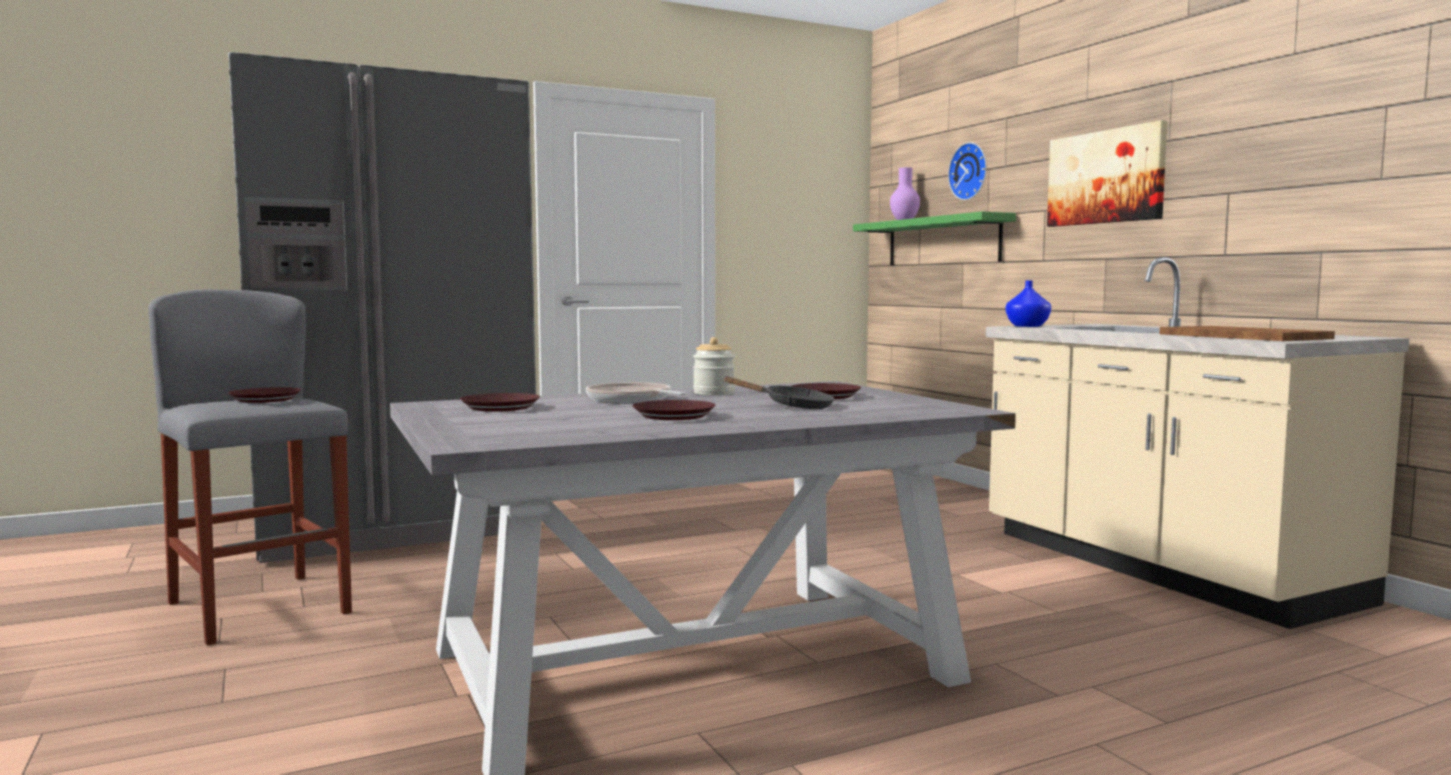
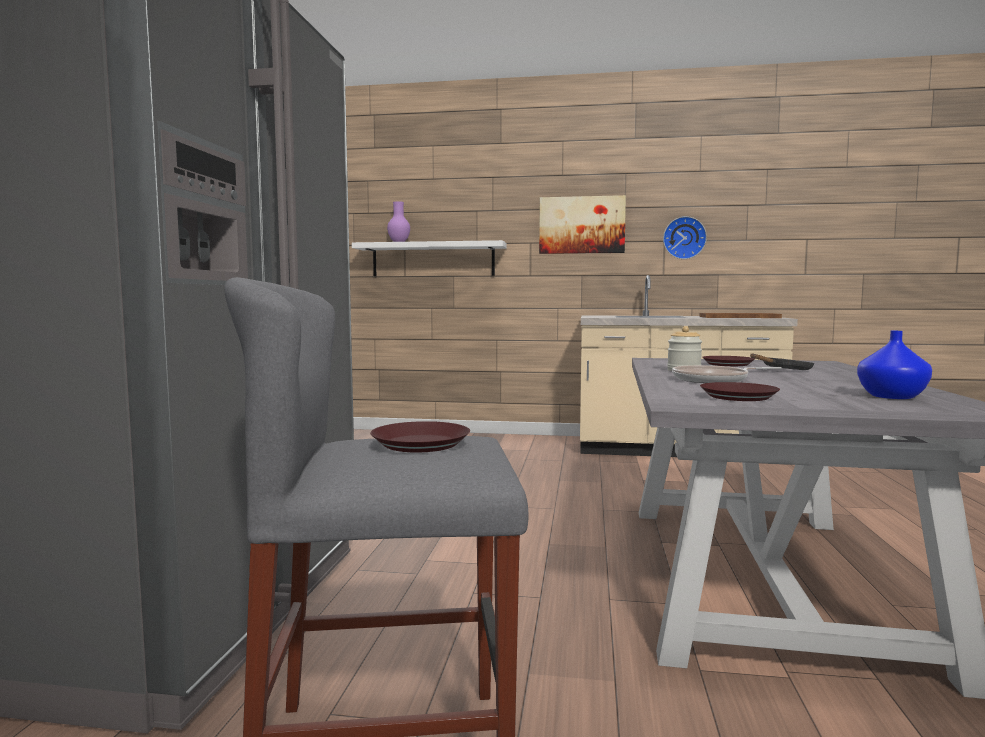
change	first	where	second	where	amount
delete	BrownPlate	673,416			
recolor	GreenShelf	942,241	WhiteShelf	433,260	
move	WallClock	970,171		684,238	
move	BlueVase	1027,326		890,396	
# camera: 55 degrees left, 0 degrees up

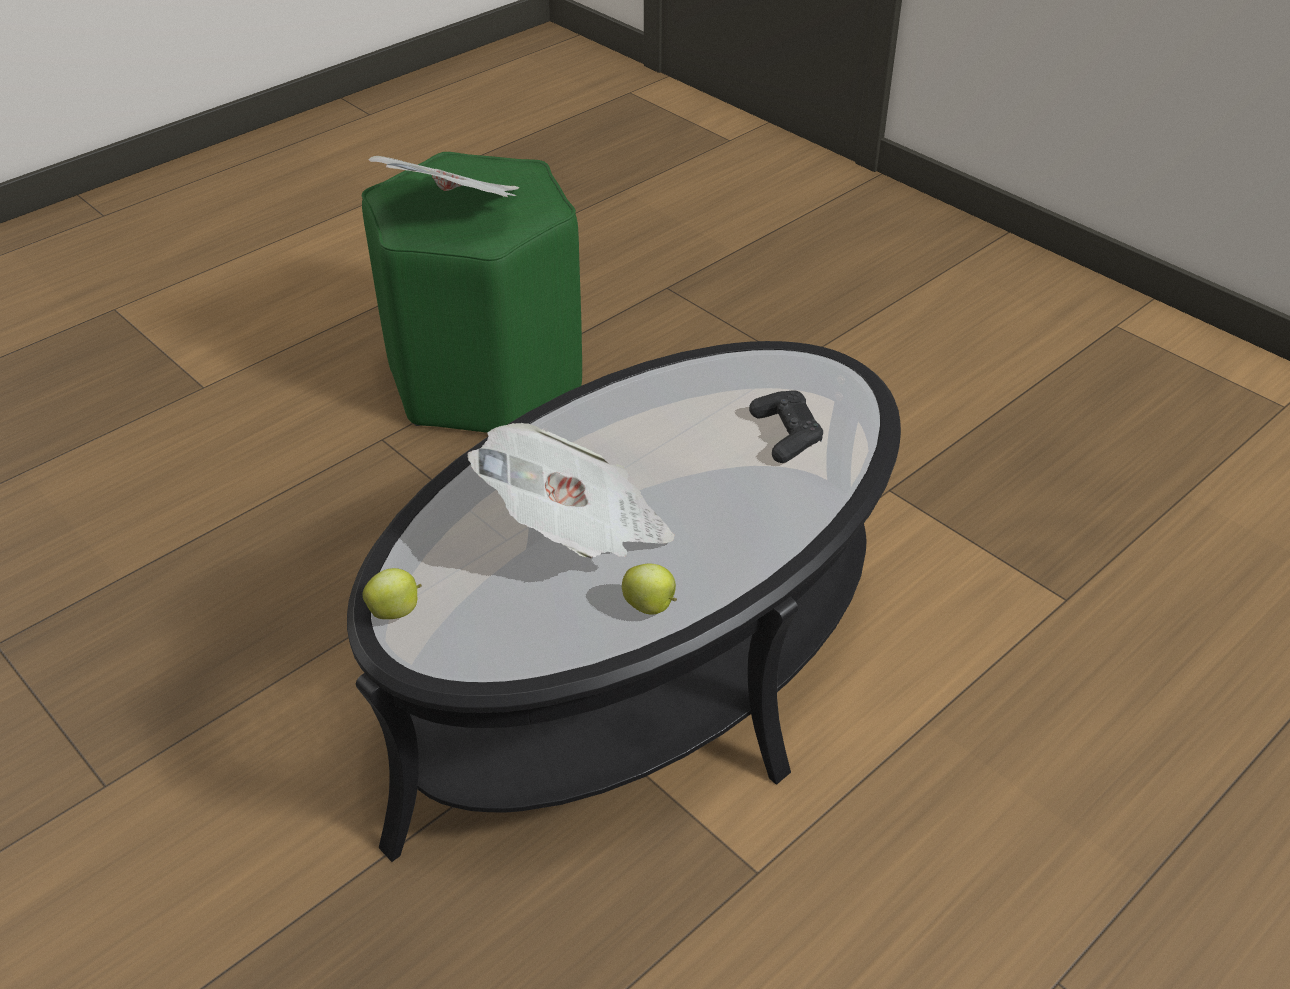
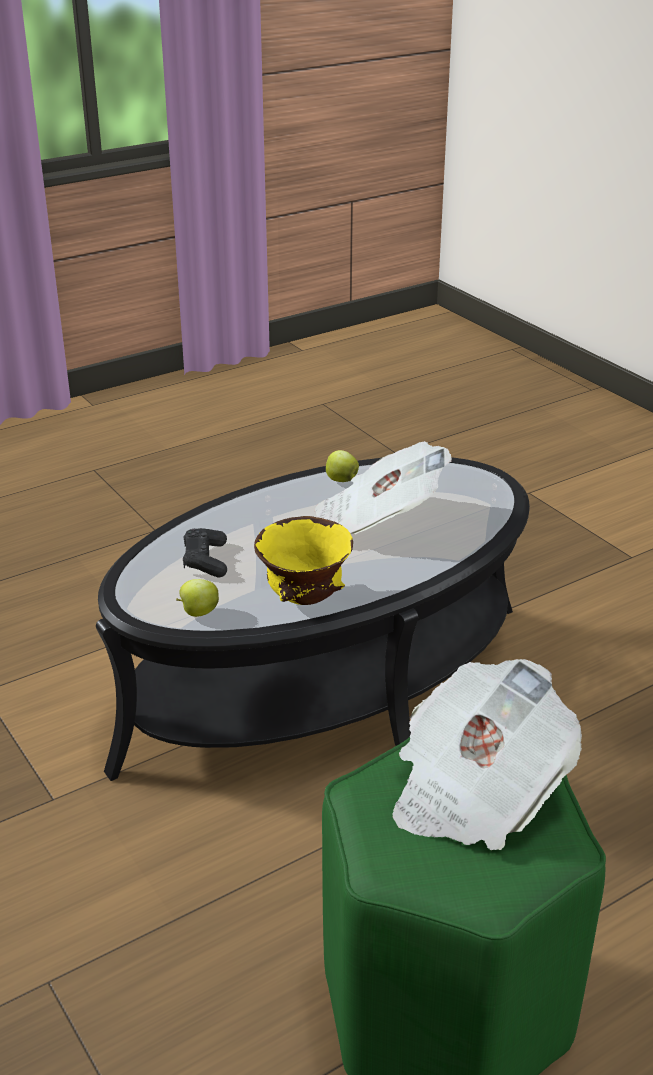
change	first	where	second	where	amount
move	Apple	396,611		198,612	
insert			YellowBowl	304,599	
# camera: 170 degrees left, 10 degrees down

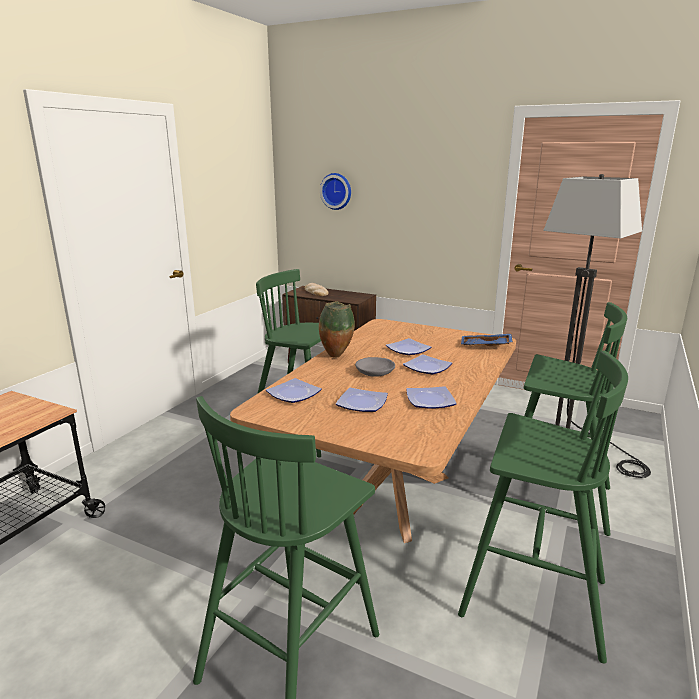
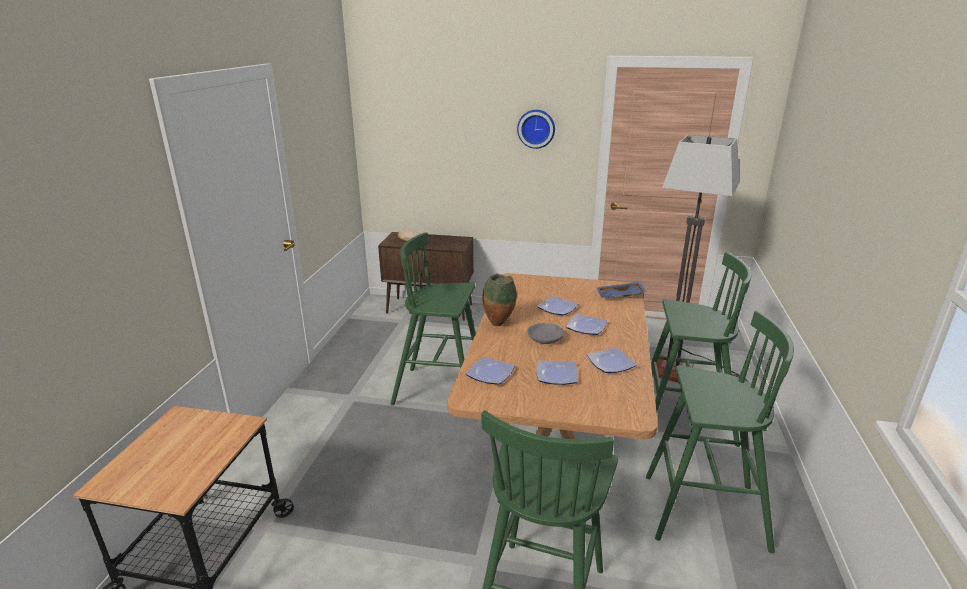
change	first	where	second	where	amount
move	WallClock	336,191		536,128	
# camera: 15 degrees left, 5 degrees up

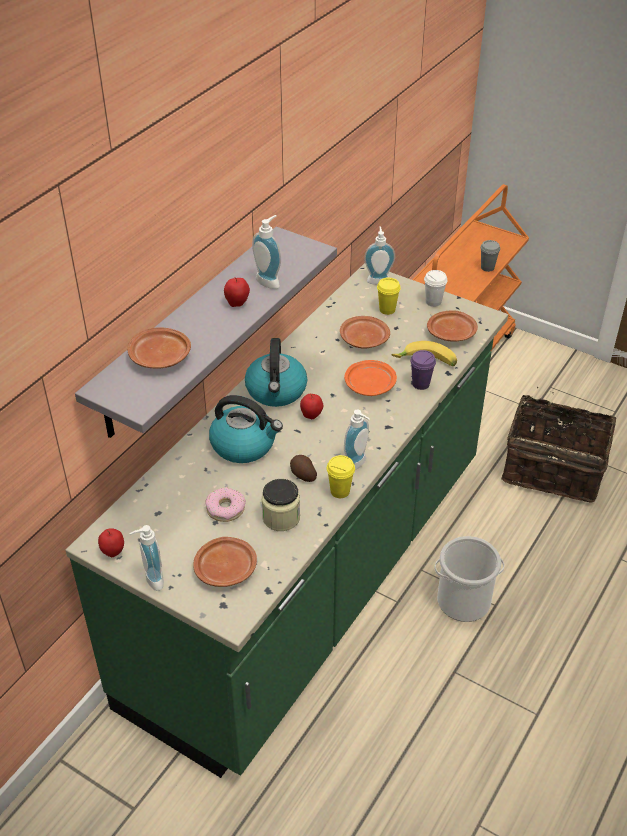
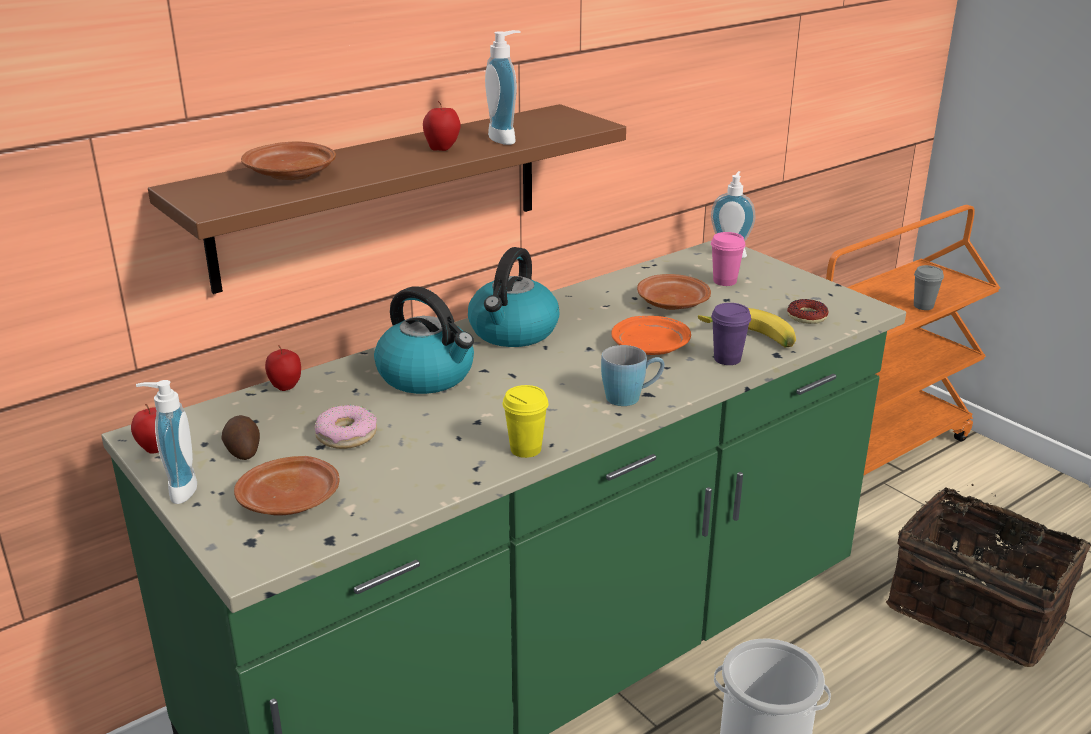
change	first	where	second	where	amount
recolor	GreyShelf	188,332	BrownShelf	381,195	
delete	Jar	281,517			
move	Potato	302,475		243,450	
move	Apple	311,416		286,388	
delete	SoapDispenser	358,464			
recolor	YellowCup	387,310	PinkCup	724,281	
delete	WhiteCup	433,302			
replace	BrownPlate	452,333	Donut	807,317	
insert			BlueMug	631,397	
# camera: 20 degrees right, 15 degrees down

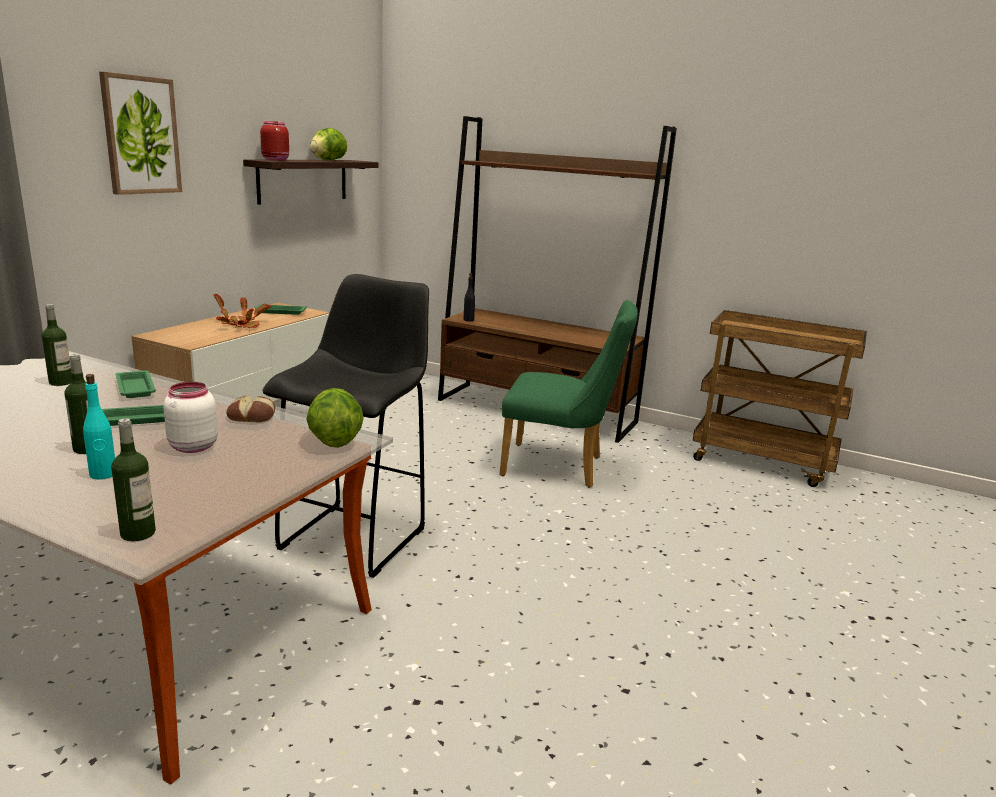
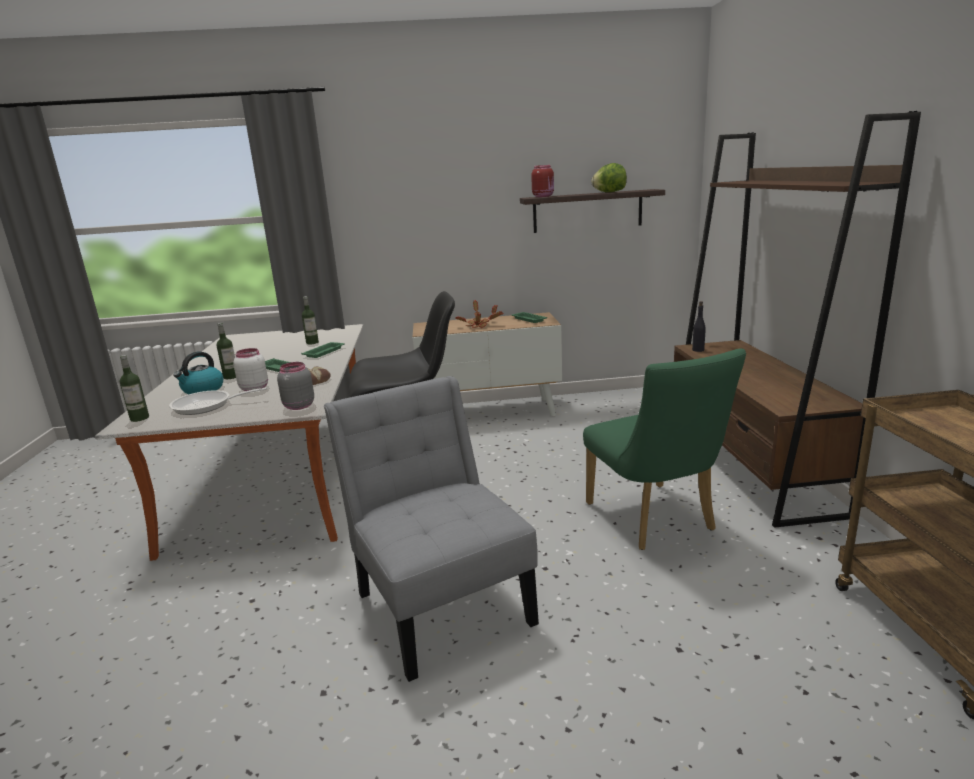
change	first	where	second	where	amount
replace	TurquoiseBottle	103,474	Kettle	202,390	
delete	Picture	141,135			
replace	Lettuce	334,441	GreyJar	298,406	
insert			FryingPan	207,406	
insert			GreyChair	441,602	
# camera: 60 degrees right, 0 degrees up

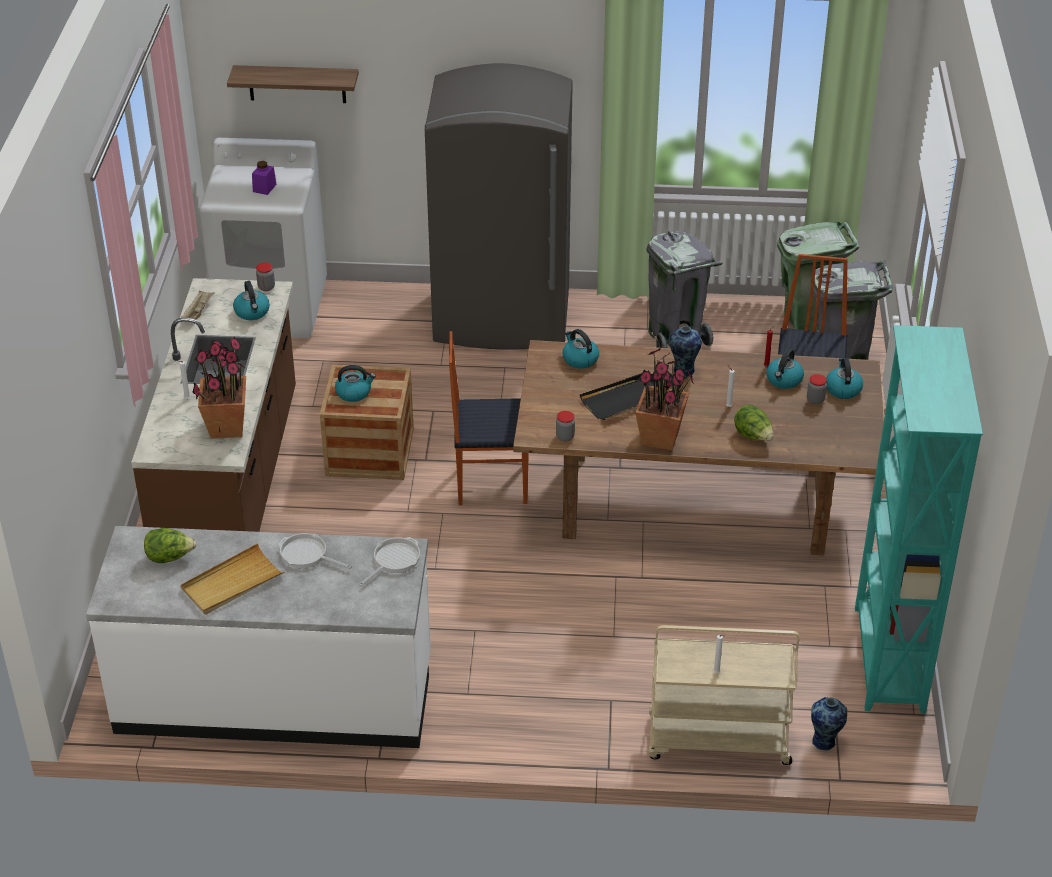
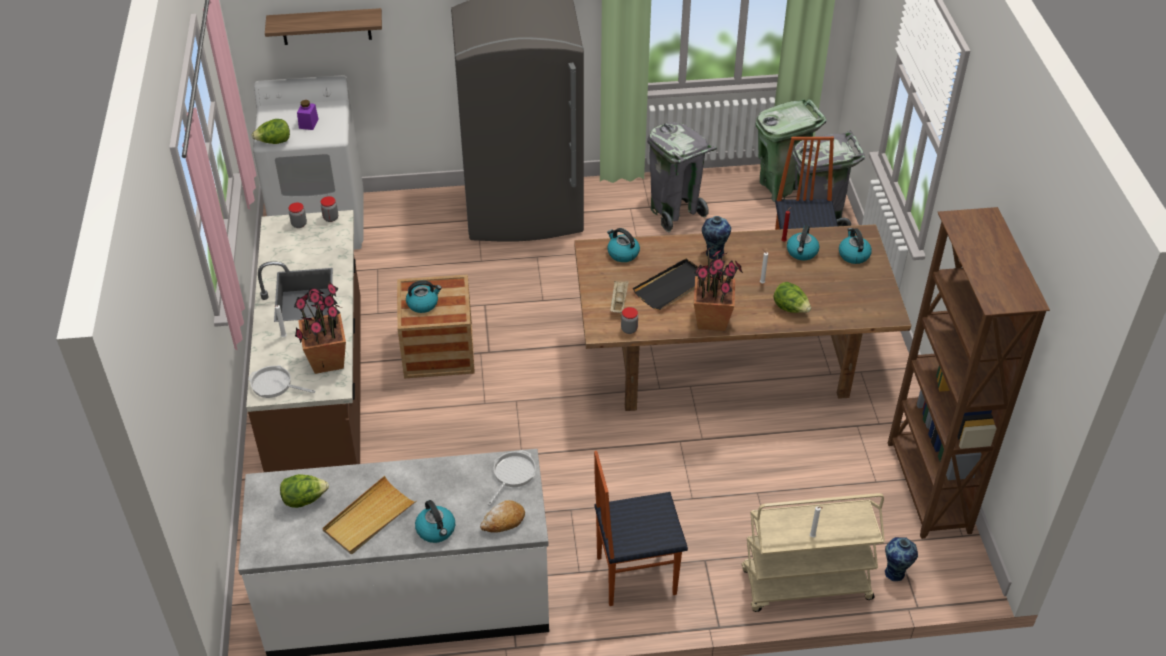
change	first	where	second	where	amount
move	BeigeTray	198,312		618,302	
move	Kettle	252,312		436,530	
move	FryingPan	307,555		274,385	
move	Chair	491,483		635,574	
move	Jar	815,400		299,224	
recolor	TurquoiseBookcase	887,660	BrownBookcase	927,488	
insert			Lettuce	274,142	
insert			Bread	503,521	
# camera: 10 degrees left, 5 degrees up

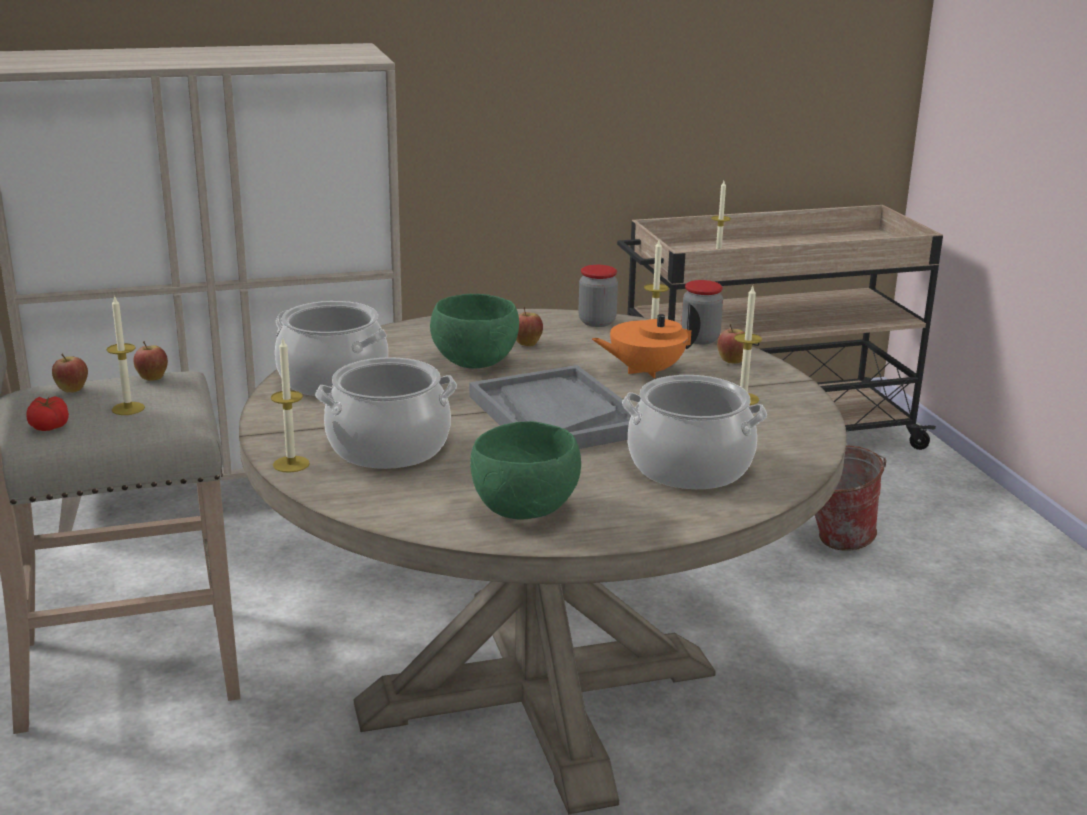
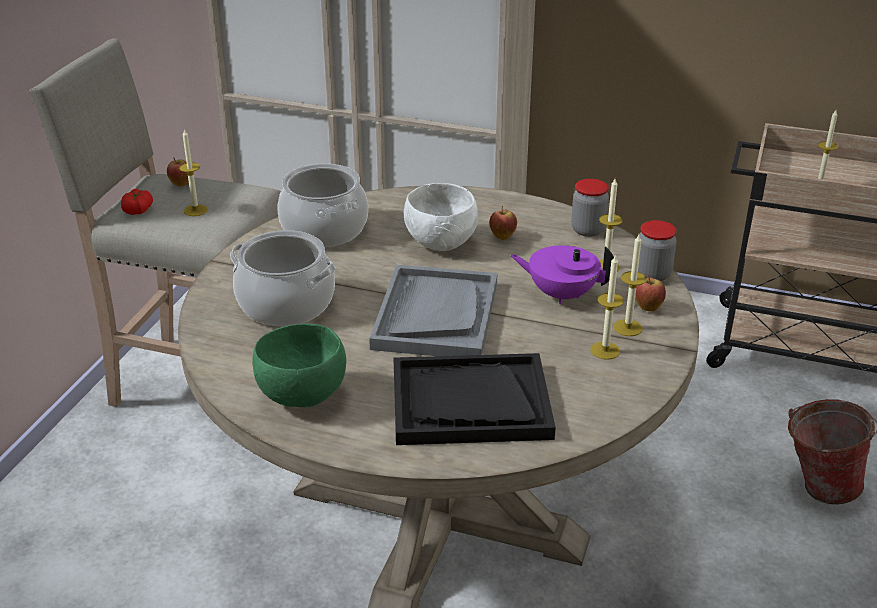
change	first	where	second	where	amount
delete	Apple	152,379			
move	Candle	291,464		627,328	
recolor	GreenBowl	474,362	WhiteBowl	440,243	
recolor	OrangeTeapot	645,371	PurpleTeapot	561,294	
replace	CookingPot	689,467	BlackTray	470,403	
# camera: 35 degrees right, 10 degrees up

